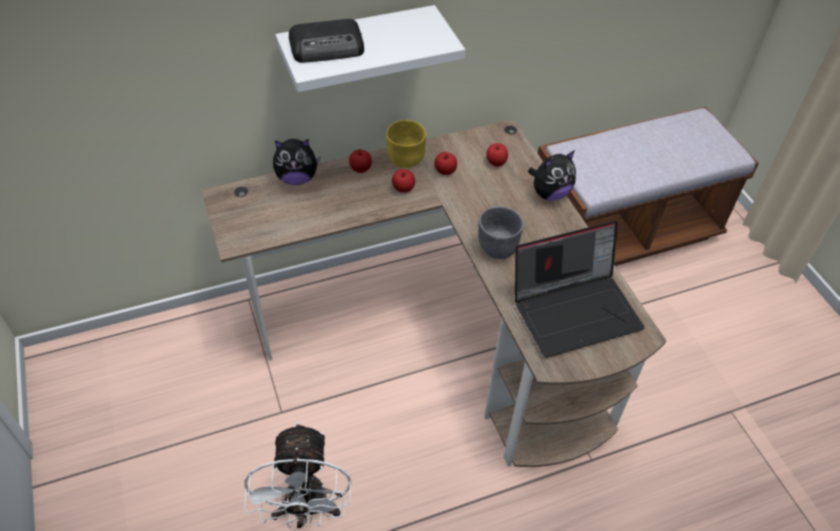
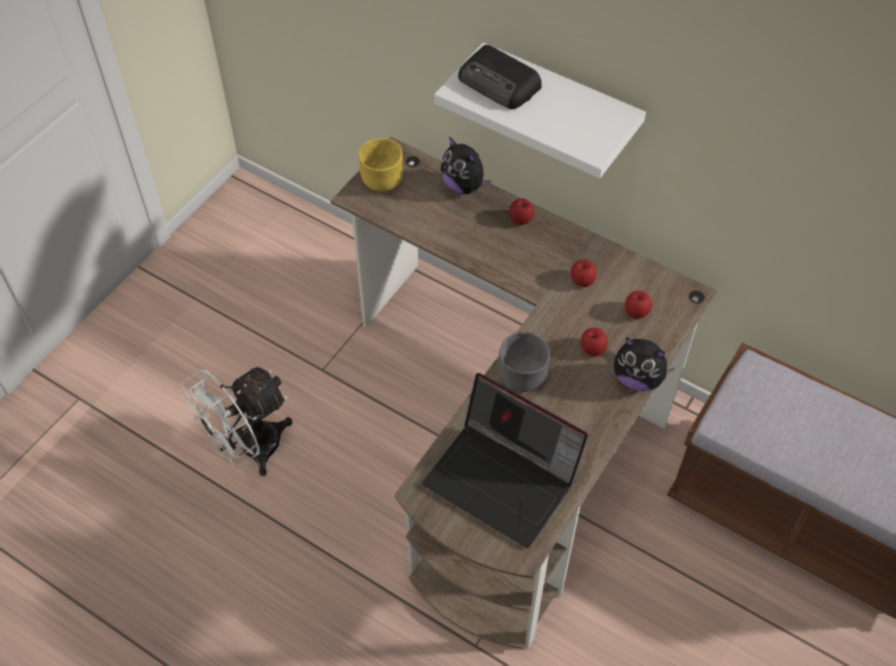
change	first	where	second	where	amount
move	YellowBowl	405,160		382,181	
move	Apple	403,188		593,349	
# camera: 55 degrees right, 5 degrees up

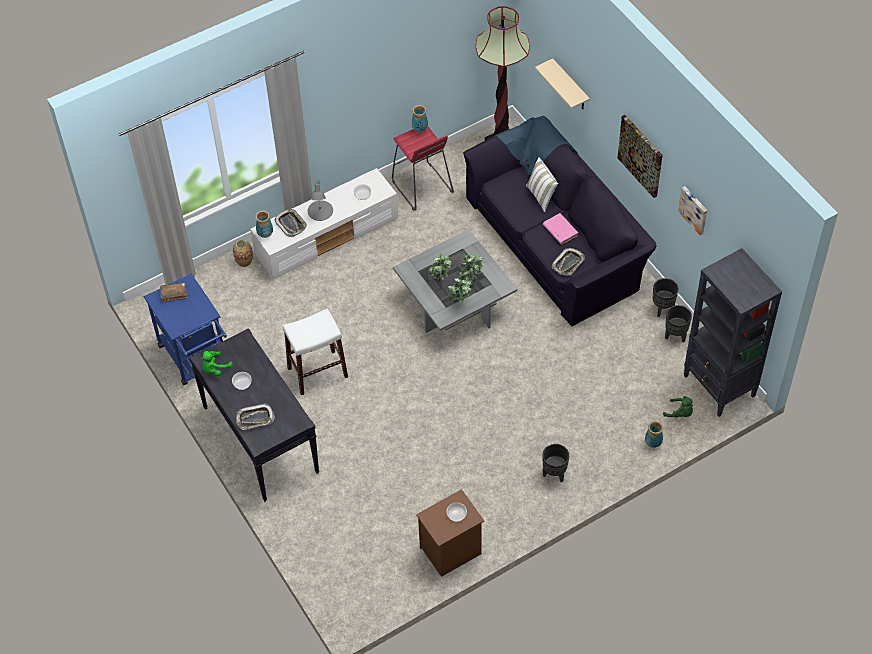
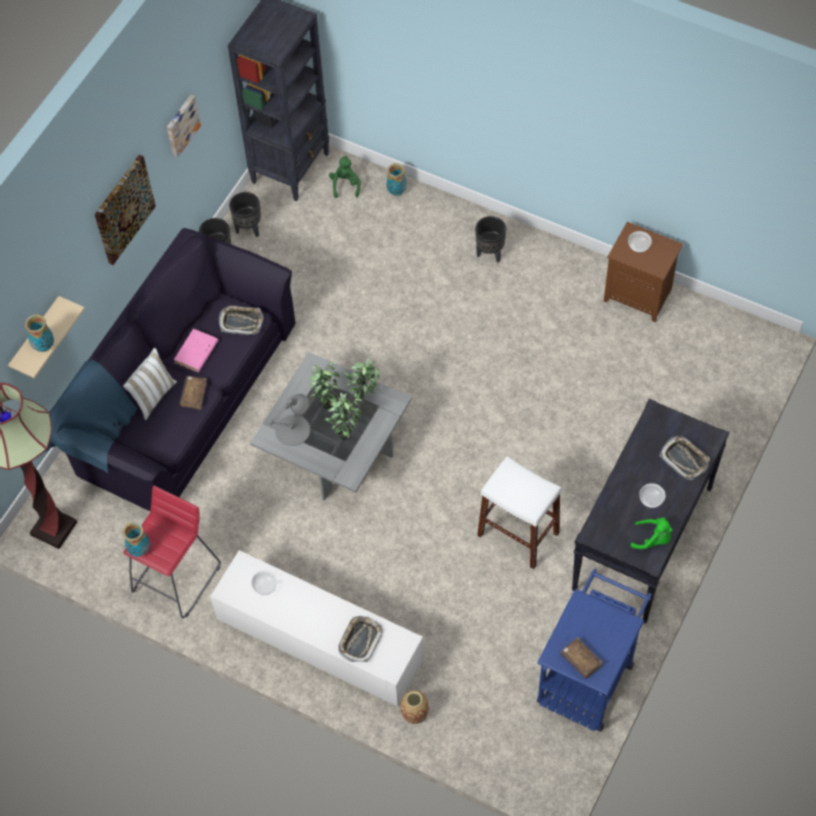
change	first	where	second	where	amount
move	Vase	265,234		44,346	
move	GreyTableLamp	320,211		293,430	
insert			BrownBook	194,395	
# camera: 120 degrees left, 5 degrees up

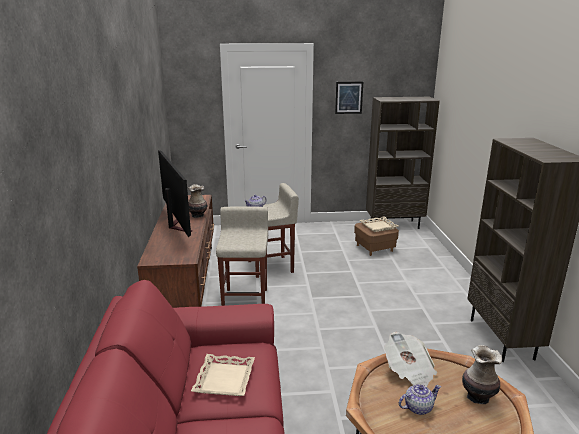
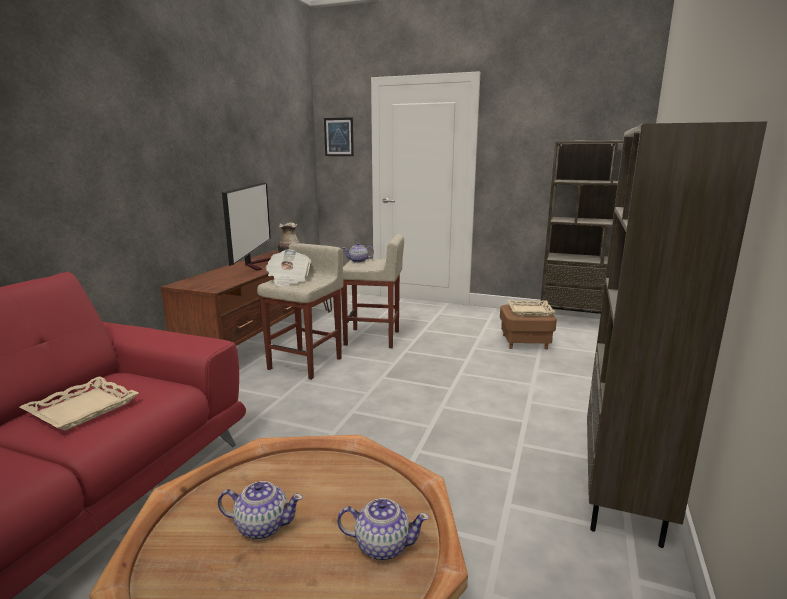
change	first	where	second	where	amount
move	Picture	349,97		339,137	
move	Newspaper	409,372		288,280	
replace	Vase	477,396	Teapot	382,545	
# camera: 25 degrees right, 5 degrees down

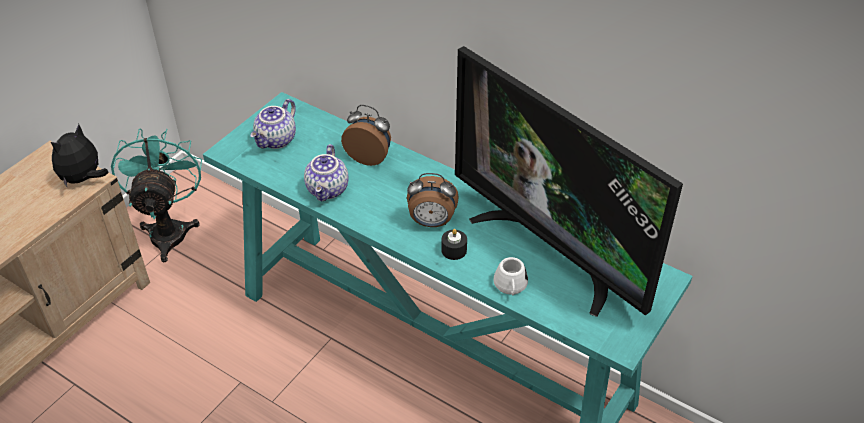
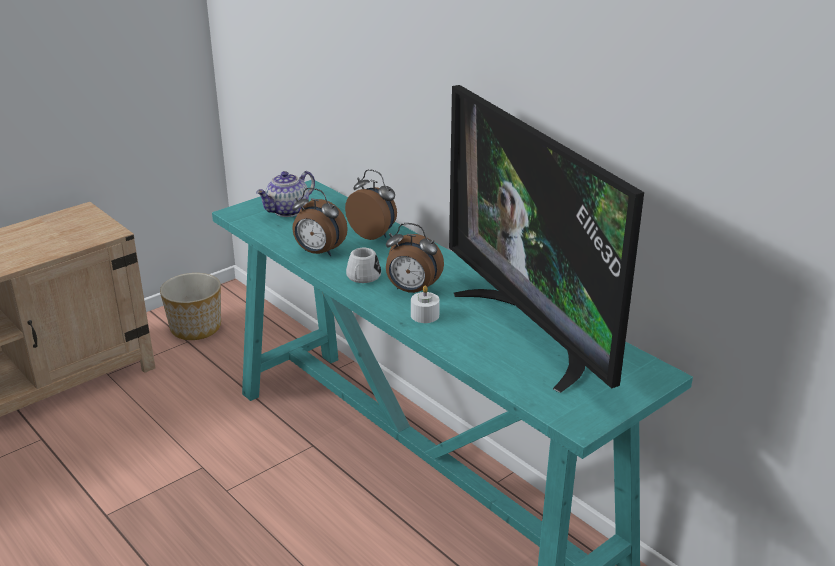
change	first	where	second	where	amount
delete	PlushToy	83,179			
replace	TurquoiseFan	169,229	Planter	195,328	
replace	Teapot	328,190	AlarmClock	318,252	
recolor	BlackCandle	454,250	WhiteCandle	425,315	
move	WhiteMug	510,286		362,278	
# camera: 15 degrees right, 15 degrees down

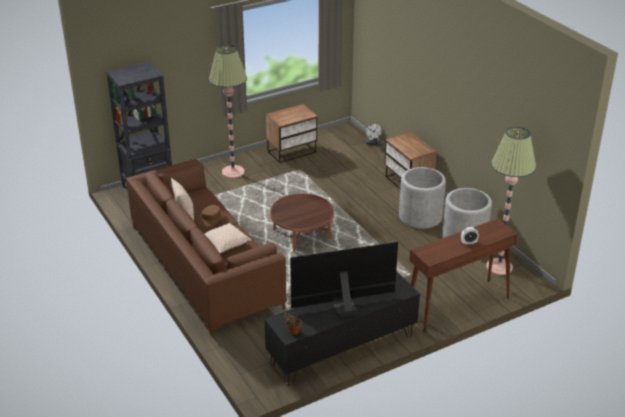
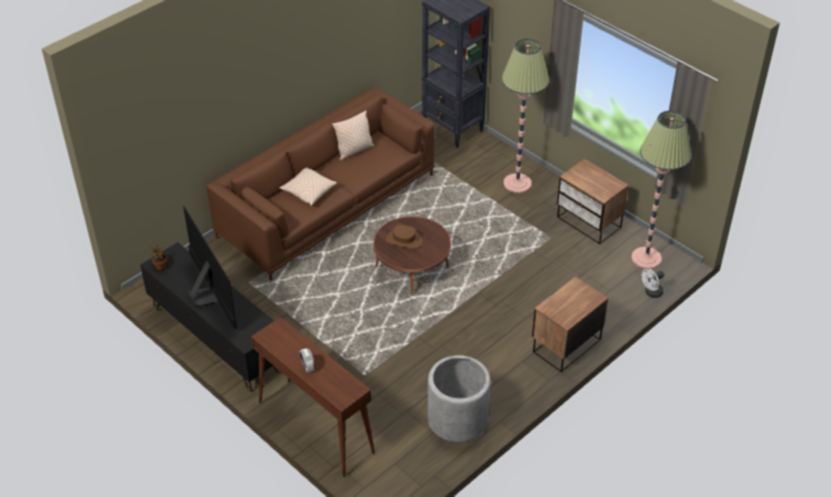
change	first	where	second	where	amount
move	BrownHat	211,219		404,240	
delete	GreyPlanter	420,216			
move	FloorLamp	499,267		646,258	
# camera: 75 degrees right, 10 degrees up

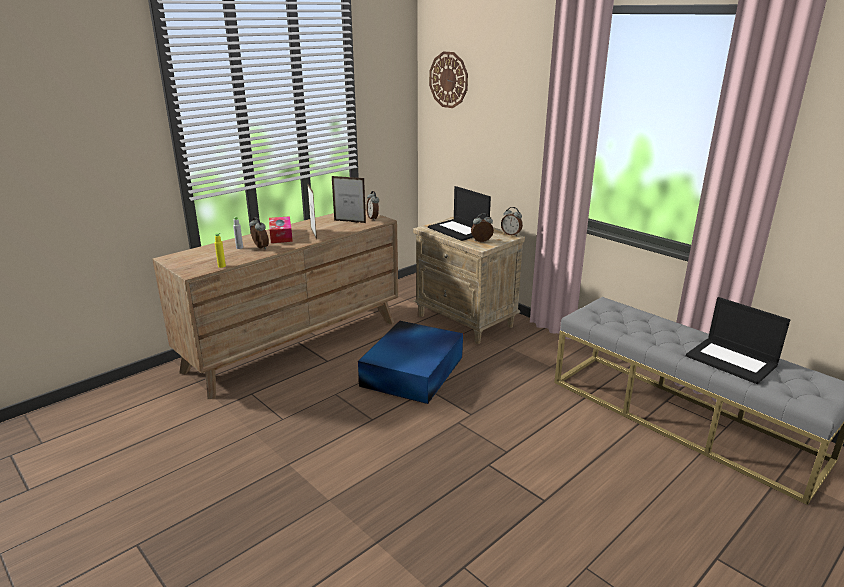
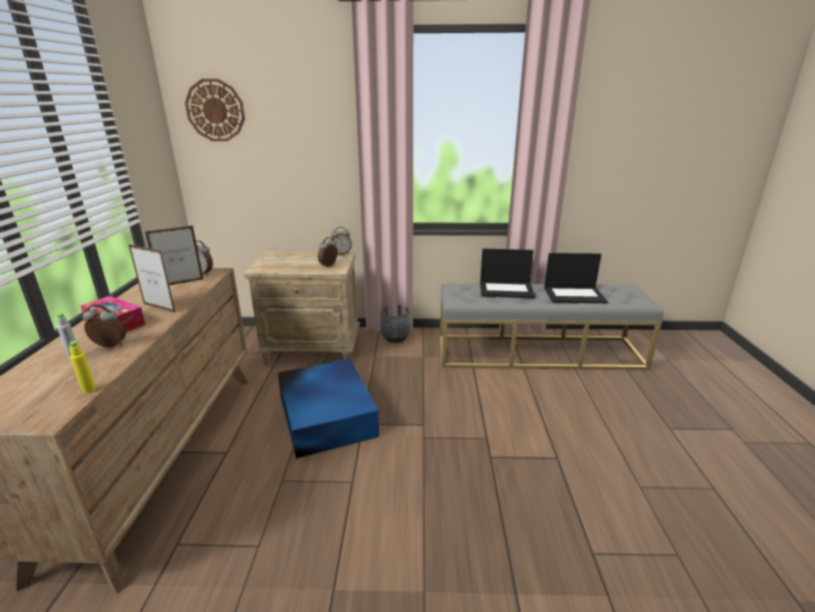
change	first	where	second	where	amount
move	Laptop	459,230		506,289	
insert			GreyPlanter	395,338	
# camera: 45 degrees left, 0 degrees up

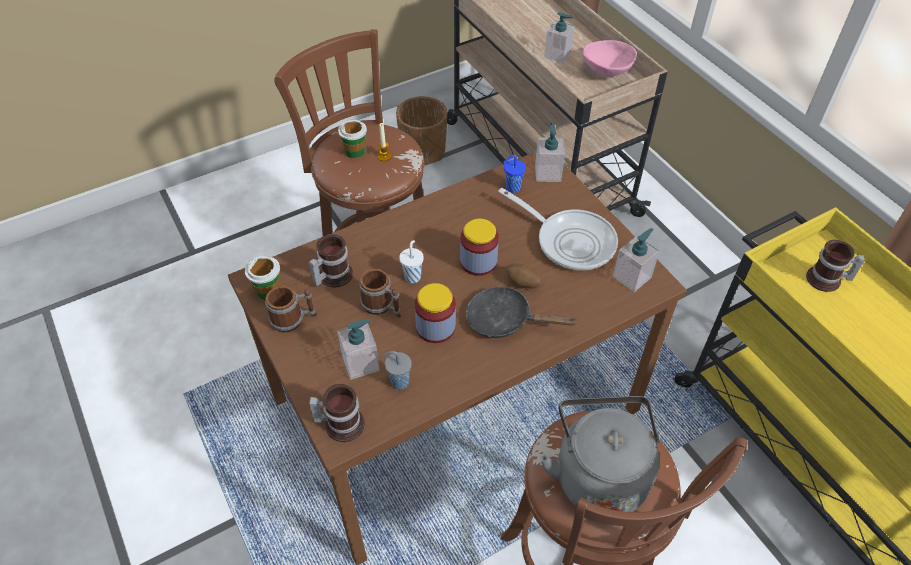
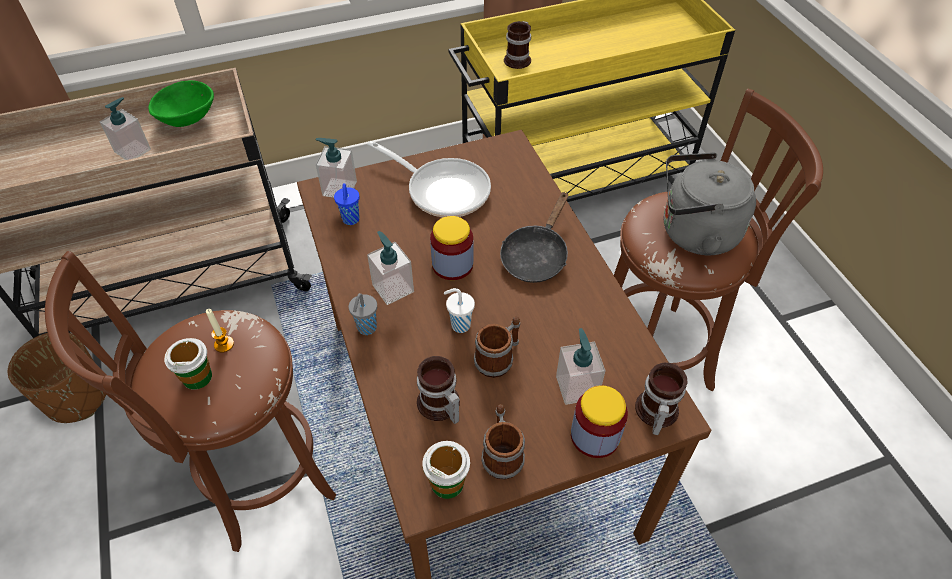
change	first	where	second	where	amount
move	GreyCup	398,382		366,329	
move	Jar	435,327		595,436	
rotate	FryingPan	570,241		443,190	75 degrees clockwise
delete	Potato	522,283			
recolor	PinkBowl	606,71	GreenBowl	187,120	
move	SoapDispenser	632,277		393,288	
# camera: 80 degrees left, 0 degrees up

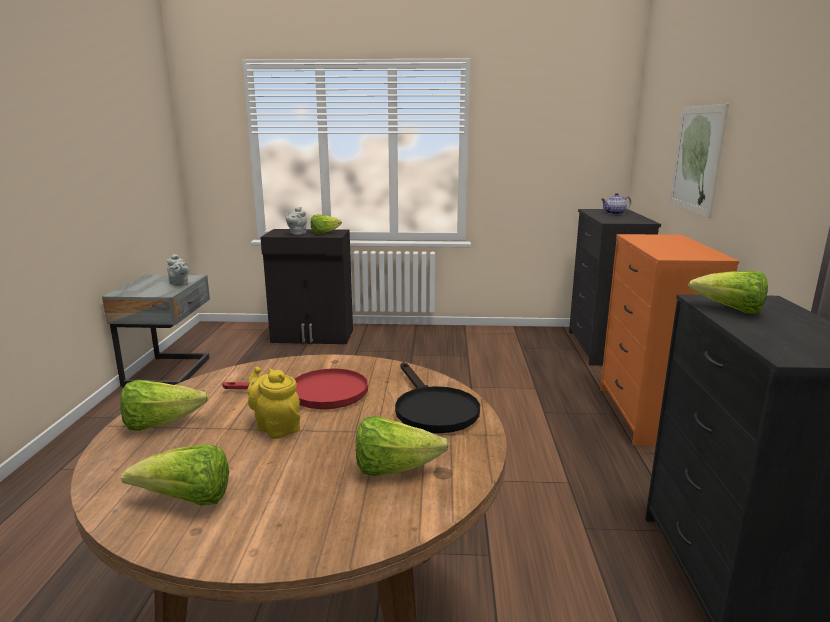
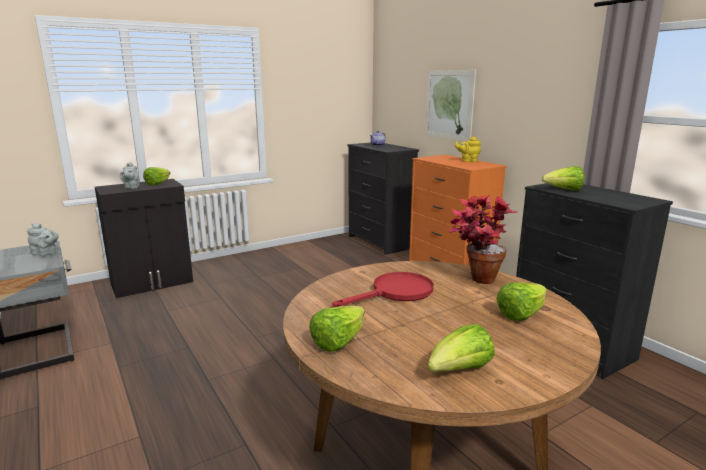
change	first	where	second	where	amount
move	YellowTeapot	276,427		468,161	
replace	BlackFryingPan	432,409	PottedPlant	474,281	
# camera: 35 degrees left, 0 degrees up

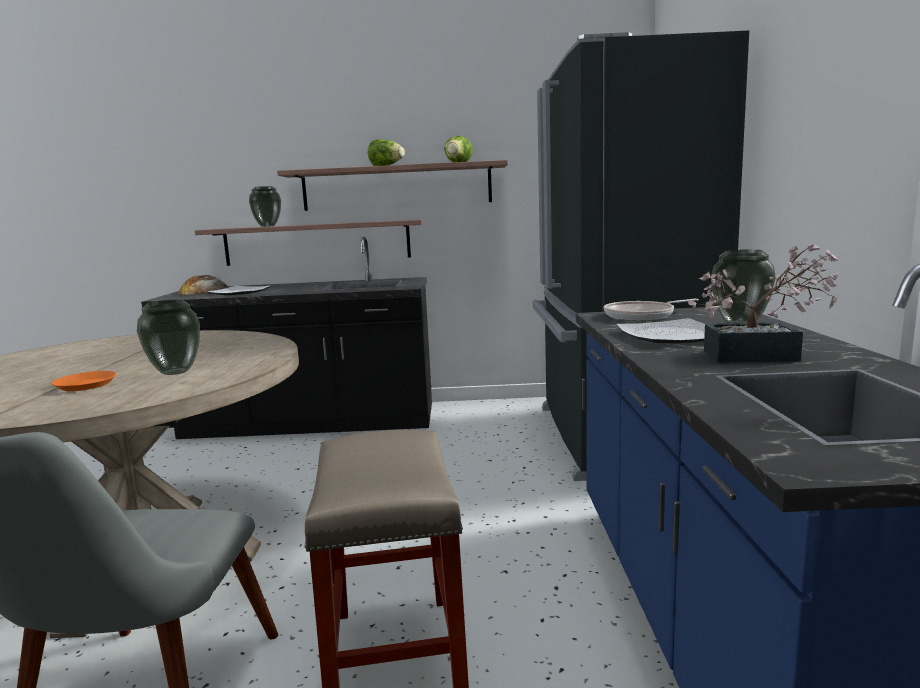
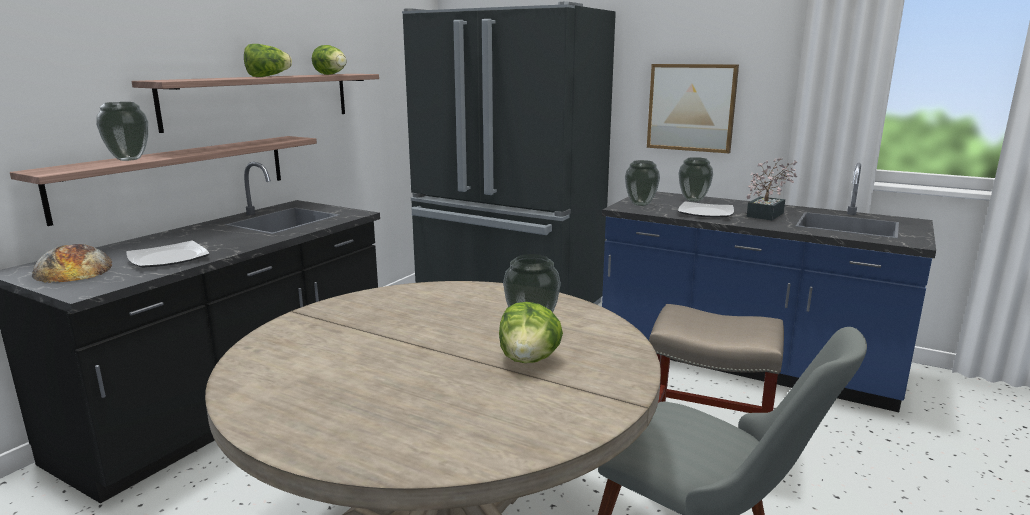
change	first	where	second	where	amount
replace	OrangePlate	86,385	Lettuce	529,360	
replace	FryingPan	643,316	Vase	641,204	
insert			Picture	691,107	
# camera: 60 degrees left, 5 degrees up

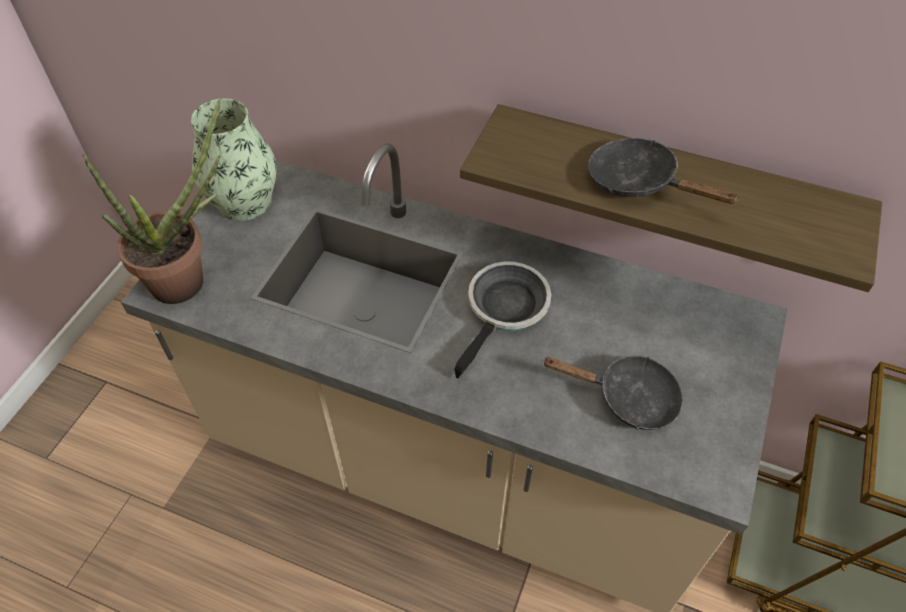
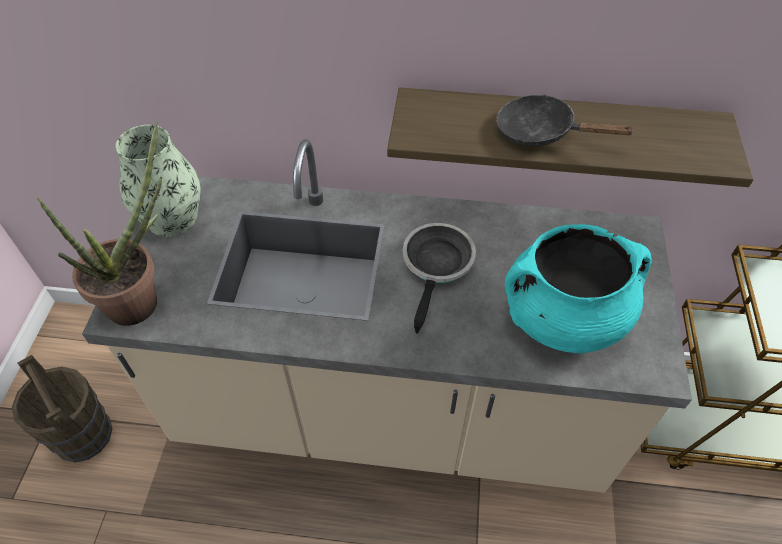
change	first	where	second	where	amount
replace	BlackFryingPan	628,398	TurquoiseCookingPot	563,317	
insert			BrownBucket	83,434	
# camera: 15 degrees left, 0 degrees up

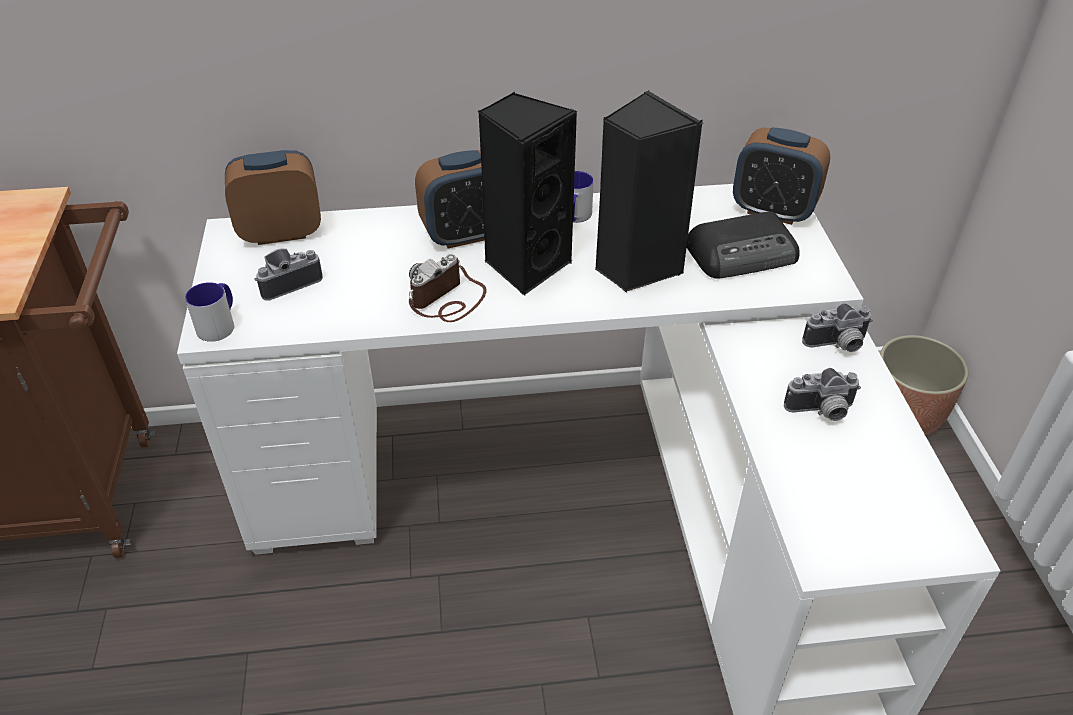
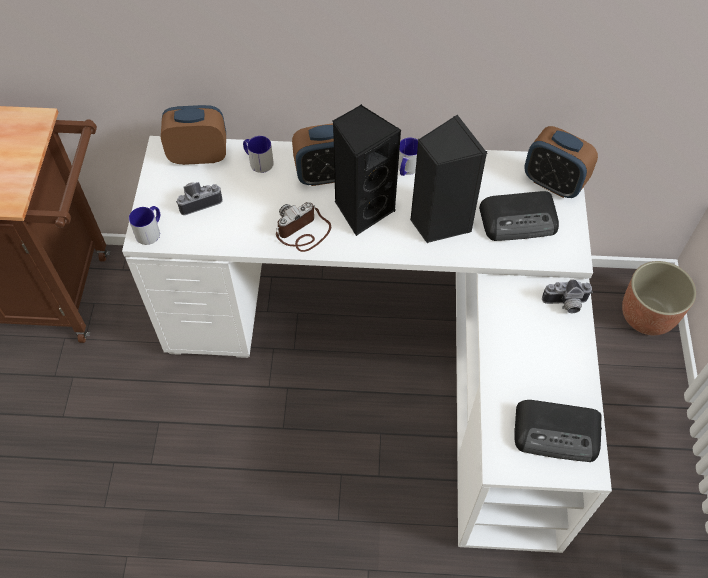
change	first	where	second	where	amount
delete	PhotoCamera	821,411			
insert			Mug	258,161	
insert			Radio	558,433	
# camera: 10 degrees right, 15 degrees up

